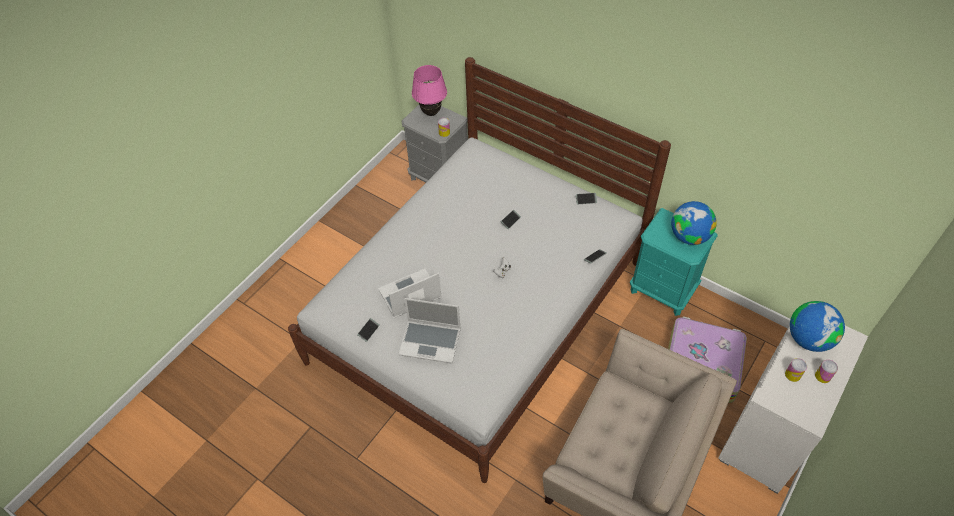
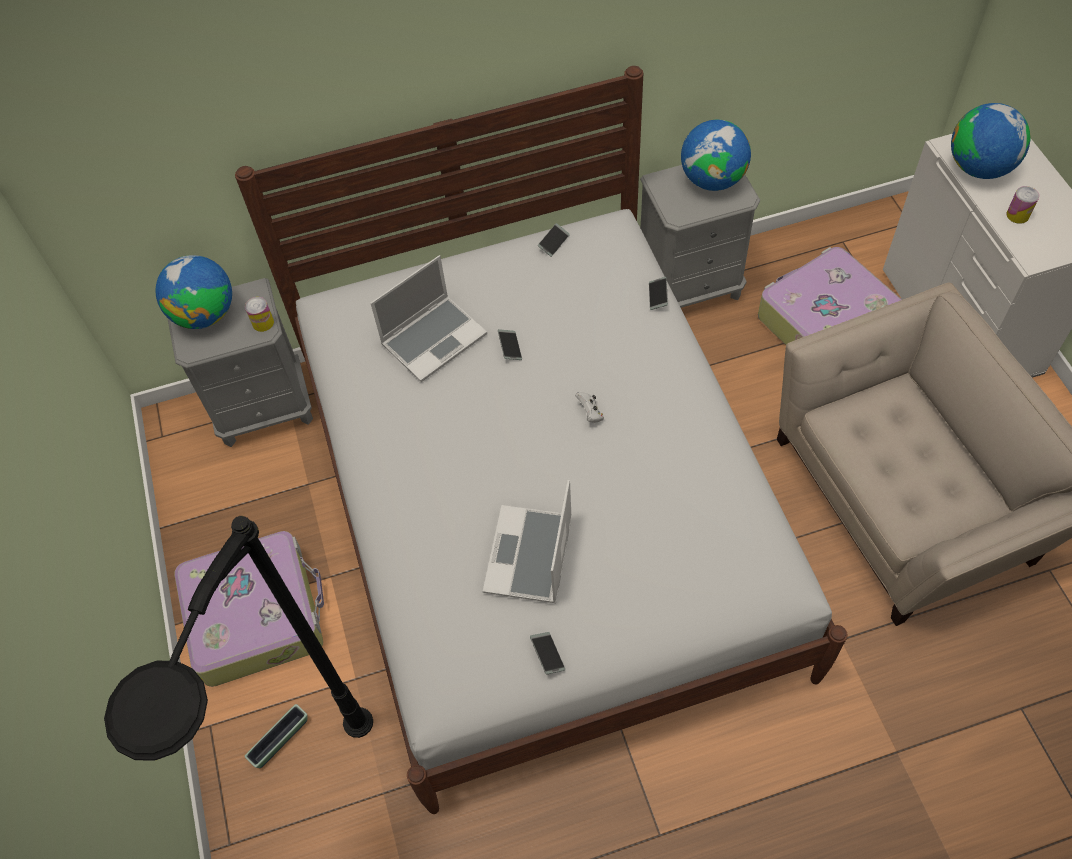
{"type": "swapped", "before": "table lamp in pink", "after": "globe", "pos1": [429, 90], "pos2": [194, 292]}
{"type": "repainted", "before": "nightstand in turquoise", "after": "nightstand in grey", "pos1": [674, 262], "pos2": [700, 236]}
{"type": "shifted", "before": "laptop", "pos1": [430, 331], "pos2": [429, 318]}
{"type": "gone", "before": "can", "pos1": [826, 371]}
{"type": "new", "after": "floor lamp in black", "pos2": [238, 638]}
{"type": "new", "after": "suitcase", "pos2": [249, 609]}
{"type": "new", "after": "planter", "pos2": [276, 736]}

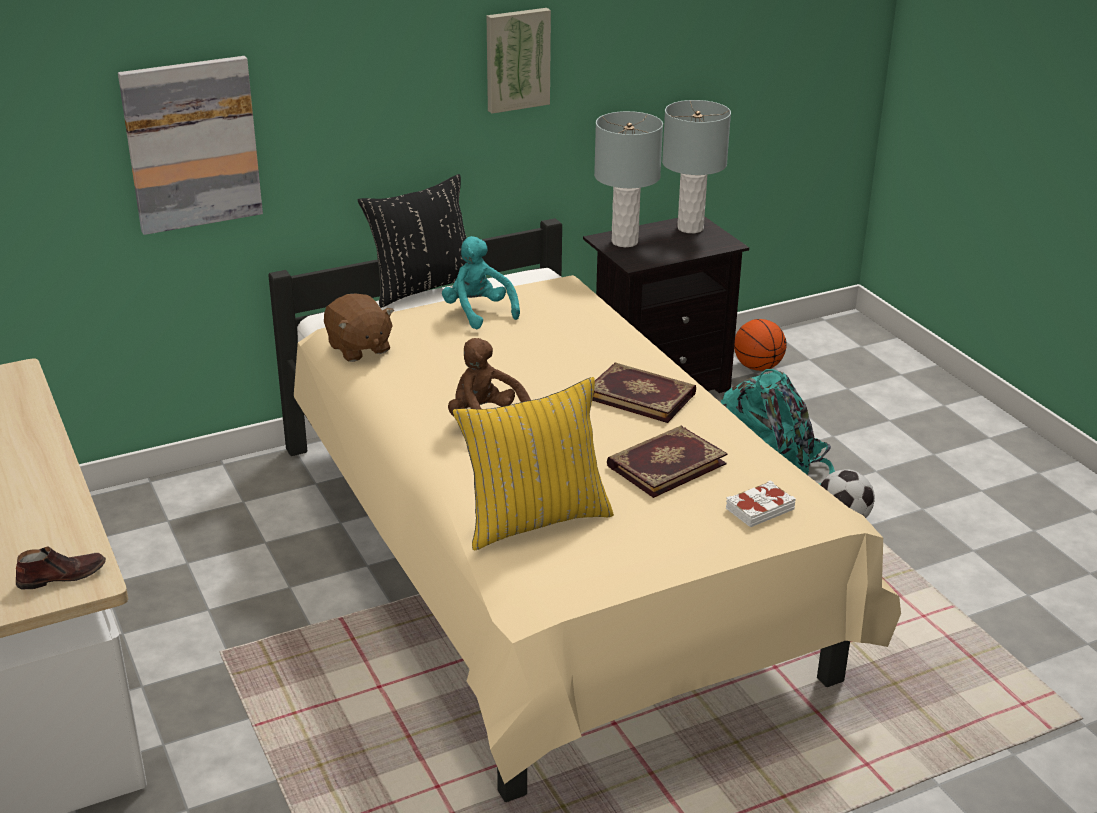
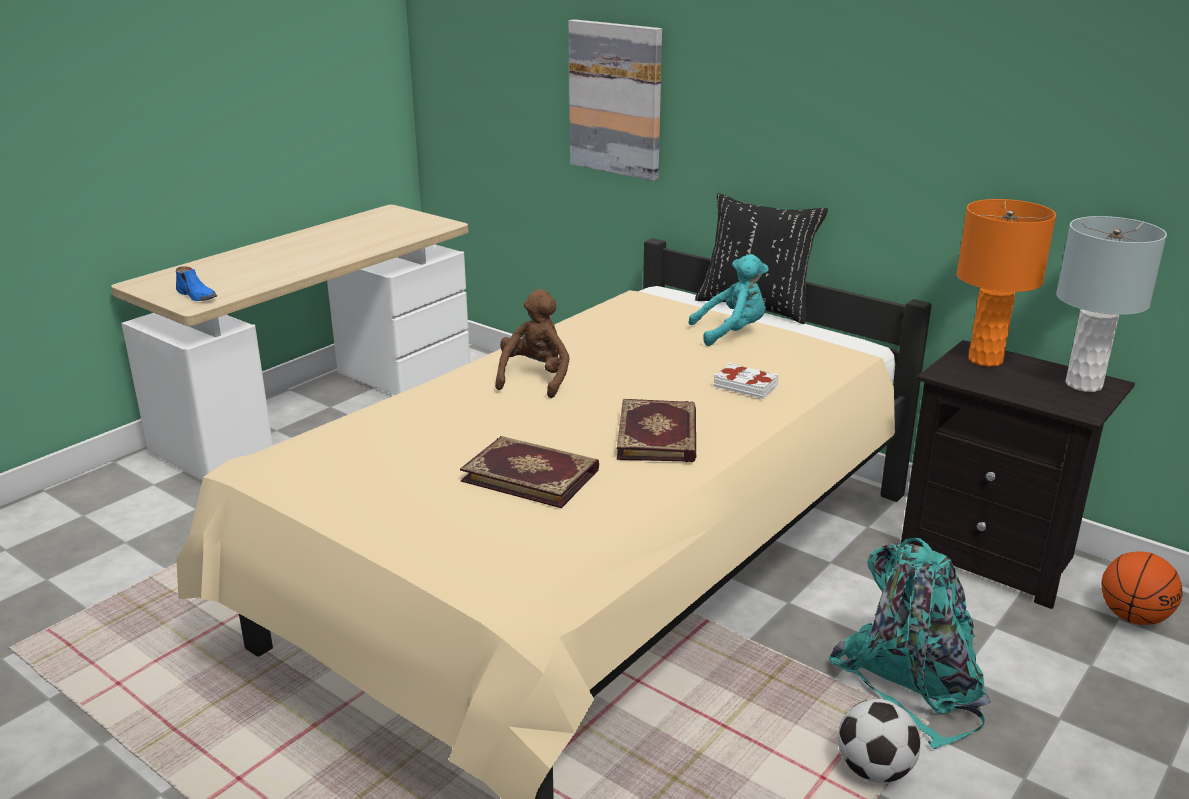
{"type": "gone", "before": "picture", "pos1": [519, 61]}
{"type": "repainted", "before": "table lamp in grey", "after": "table lamp in orange", "pos1": [628, 179], "pos2": [1006, 283]}
{"type": "rotated", "before": "plush toy in turquoise", "pos1": [481, 282], "pos2": [728, 300], "turn": 45}
{"type": "gone", "before": "plush toy in brown", "pos1": [359, 327]}
{"type": "gone", "before": "pillow in yellow", "pos1": [533, 463]}
{"type": "shifted", "before": "book in white", "pos1": [761, 503], "pos2": [746, 380]}
{"type": "repainted", "before": "shoe in brown", "after": "shoe in blue", "pos1": [61, 568], "pos2": [196, 283]}

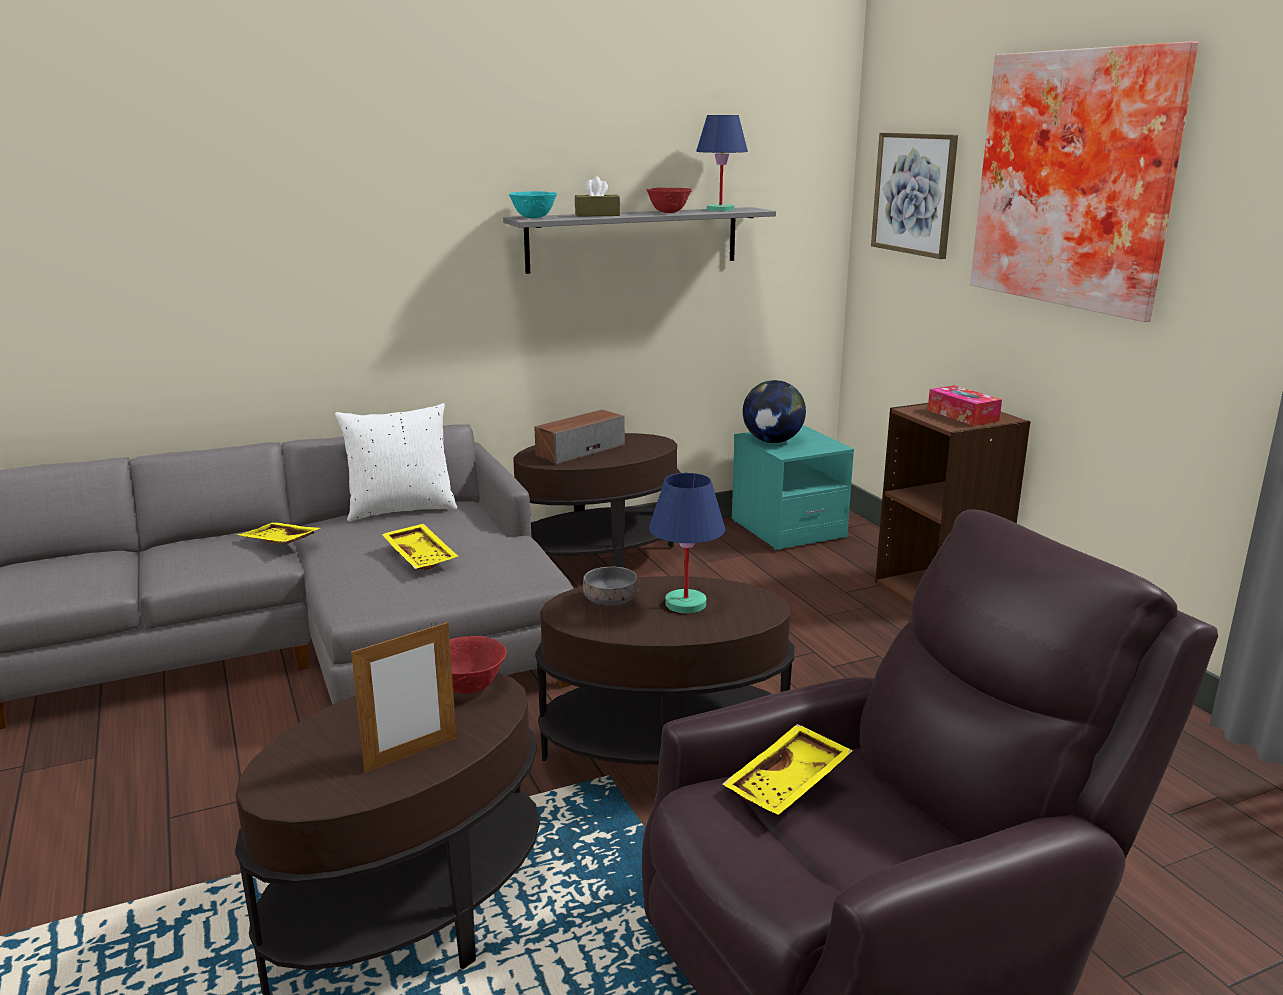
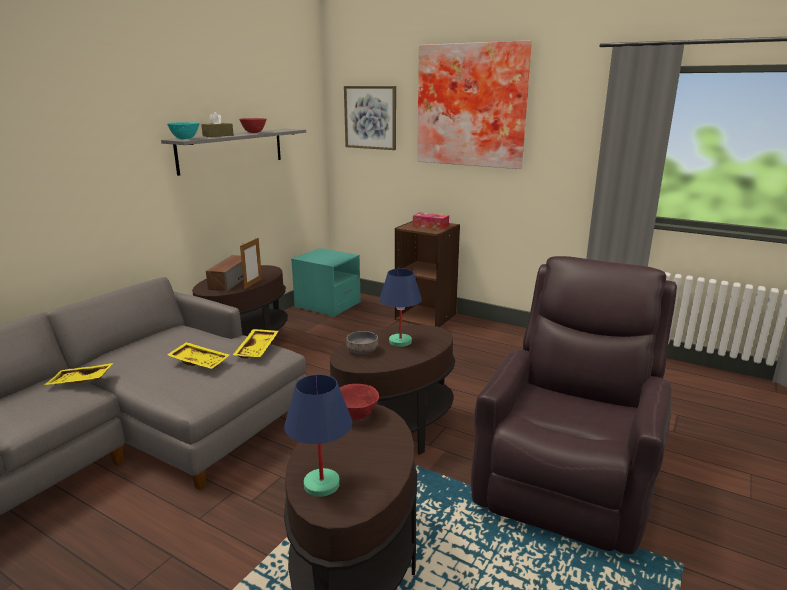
{"type": "shifted", "before": "table lamp in blue", "pos1": [722, 163], "pos2": [318, 435]}
{"type": "gone", "before": "globe", "pos1": [774, 411]}
{"type": "gone", "before": "pillow in white", "pos1": [396, 462]}
{"type": "shifted", "before": "picture frame", "pos1": [404, 697], "pos2": [251, 263]}
{"type": "shifted", "before": "tray in yellow", "pos1": [787, 769], "pos2": [256, 344]}

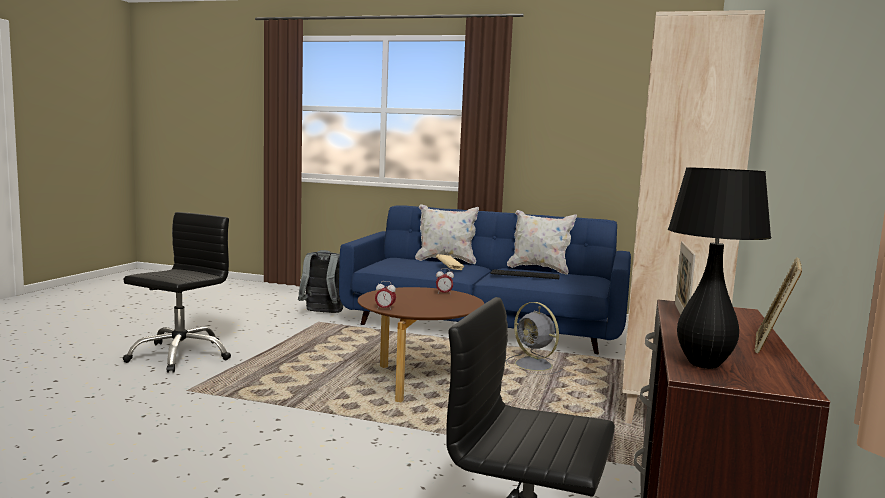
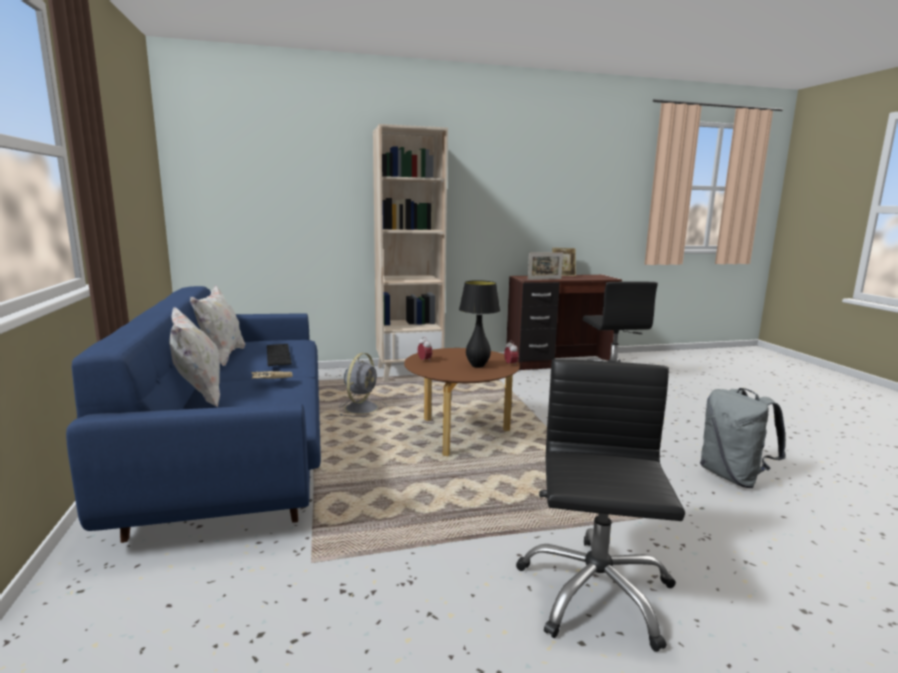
{"type": "shifted", "before": "table lamp in black", "pos1": [719, 268], "pos2": [479, 324]}
{"type": "rotated", "before": "office chair in black", "pos1": [177, 292], "pos2": [600, 505], "turn": 105}
{"type": "shifted", "before": "backpack in grey", "pos1": [320, 281], "pos2": [743, 438]}

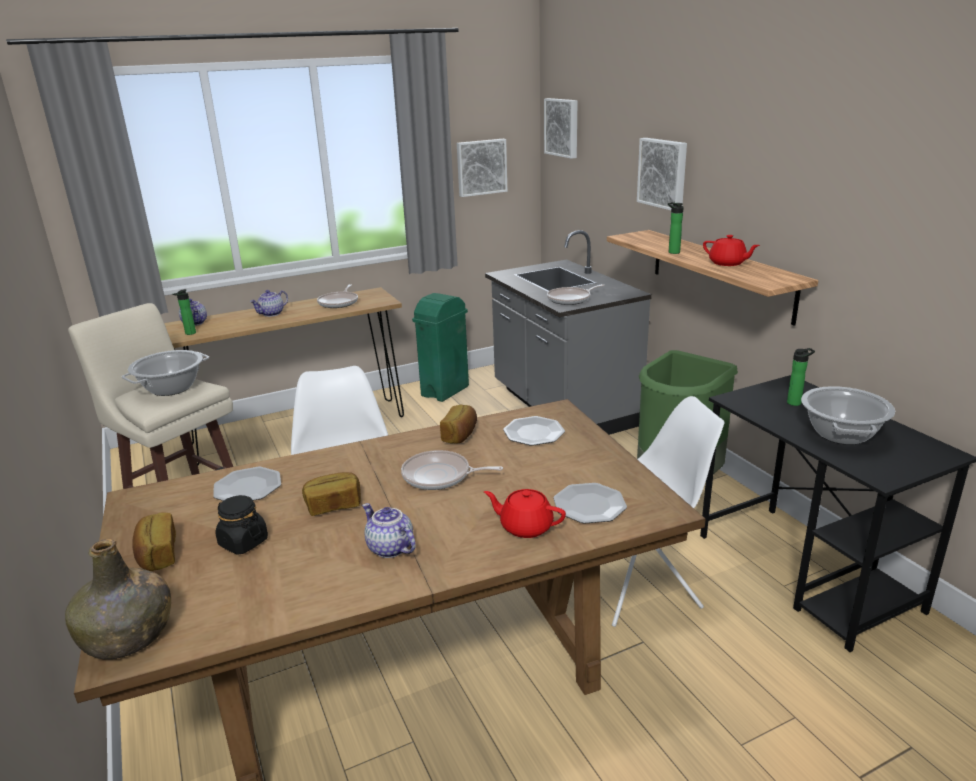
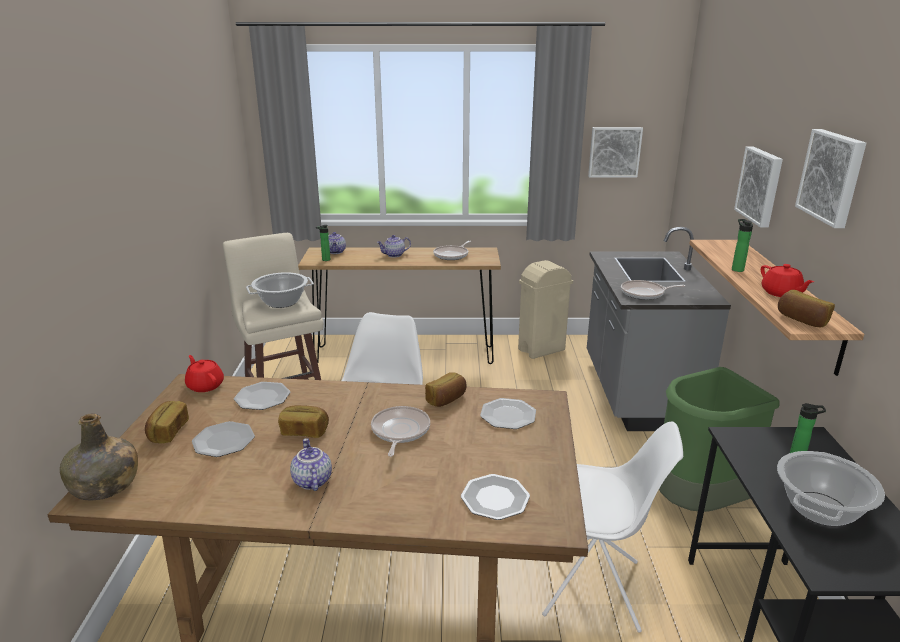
{"type": "shifted", "before": "picture", "pos1": [561, 128], "pos2": [830, 178]}
{"type": "repainted", "before": "trash can in green", "after": "trash can in beige", "pos1": [440, 347], "pos2": [545, 309]}
{"type": "rotated", "before": "frying pan", "pos1": [452, 470], "pos2": [400, 431], "turn": 60}
{"type": "shifted", "before": "teapot in red", "pos1": [525, 513], "pos2": [204, 373]}
{"type": "swapped", "before": "jar in black", "after": "plate", "pos1": [241, 525], "pos2": [223, 439]}
{"type": "new", "after": "bread", "pos2": [806, 309]}

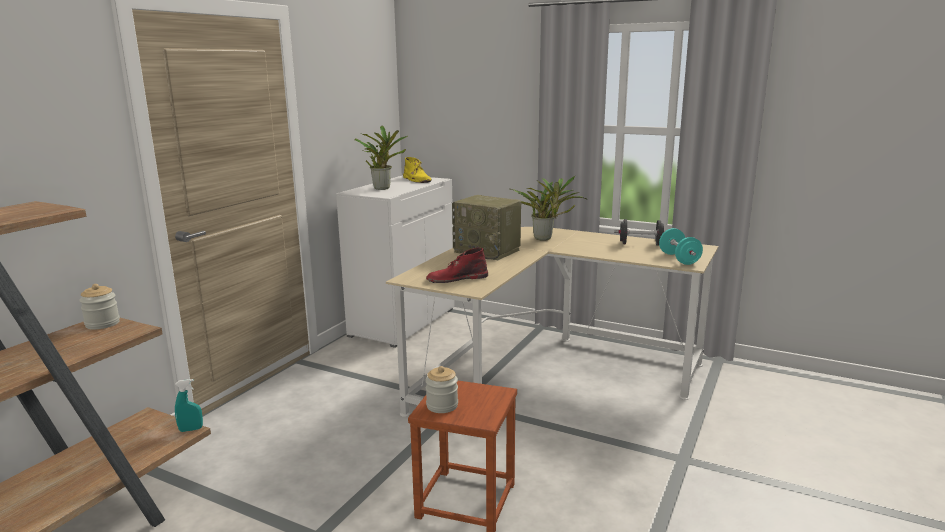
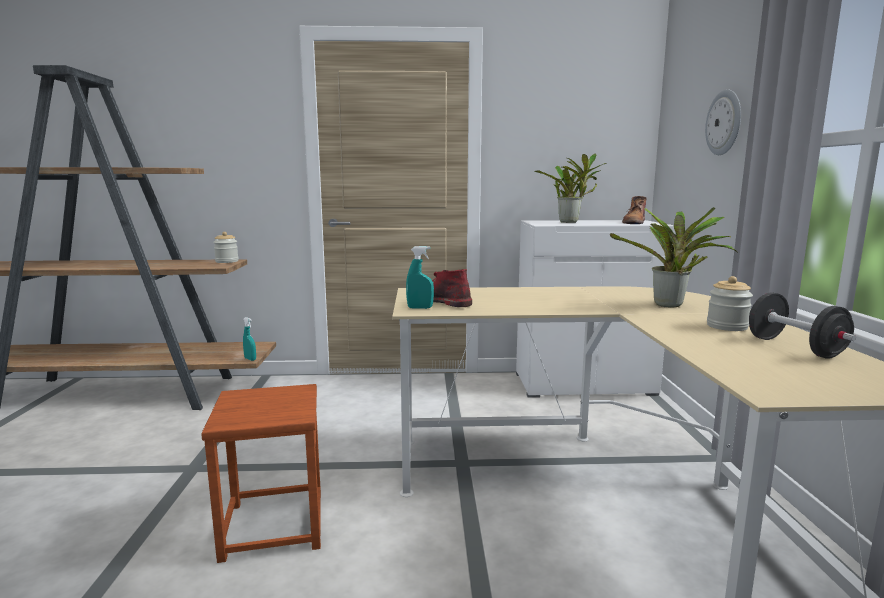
{"type": "repainted", "before": "boot in yellow", "after": "boot in brown", "pos1": [417, 170], "pos2": [634, 210]}
{"type": "gone", "before": "radio", "pos1": [486, 227]}
{"type": "gone", "before": "dumbbell in turquoise", "pos1": [681, 246]}
{"type": "shifted", "before": "jar", "pos1": [441, 389], "pos2": [730, 303]}
{"type": "new", "after": "wall clock", "pos2": [723, 122]}
{"type": "new", "after": "spray bottle in turquoise", "pos2": [420, 277]}

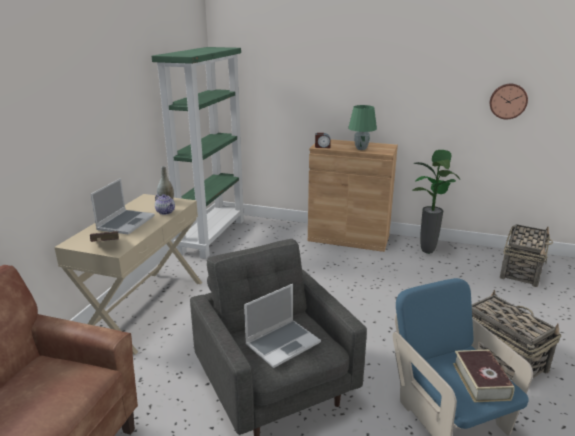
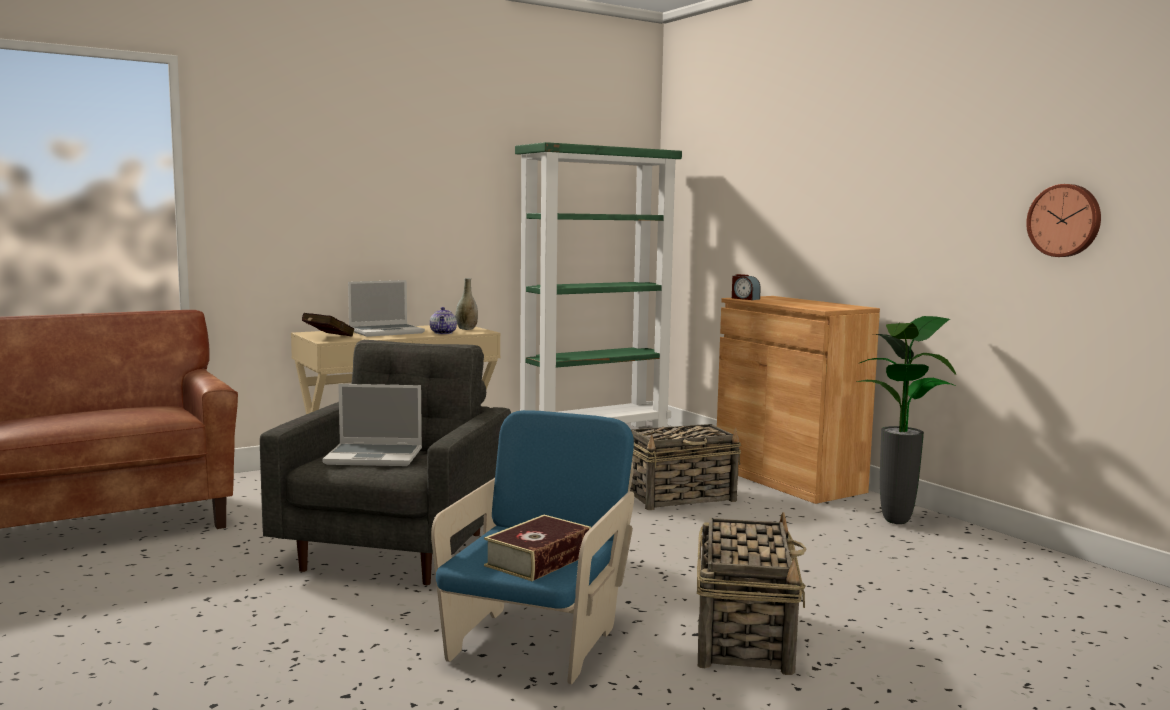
{"type": "gone", "before": "table lamp in green", "pos1": [362, 127]}
{"type": "shifted", "before": "basket", "pos1": [526, 255], "pos2": [685, 467]}

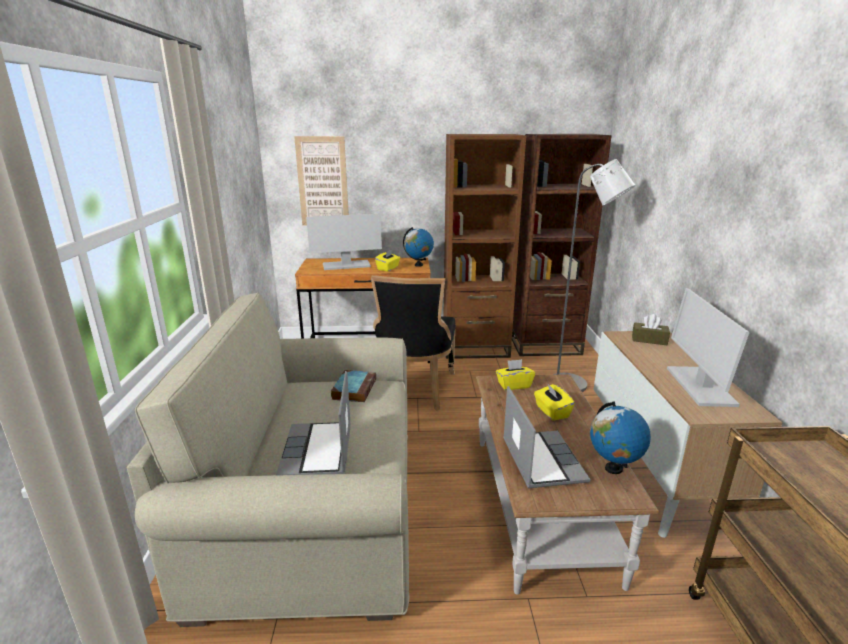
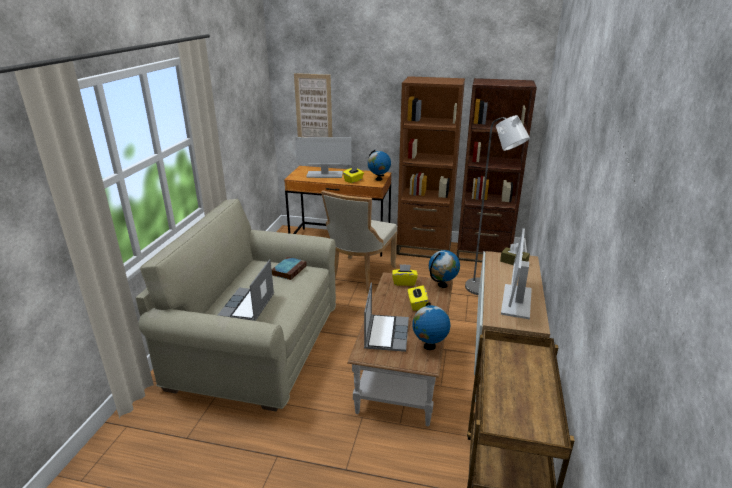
{"type": "repainted", "before": "chair in black", "after": "chair in beige", "pos1": [413, 343], "pos2": [359, 241]}
{"type": "new", "after": "globe", "pos2": [444, 269]}

